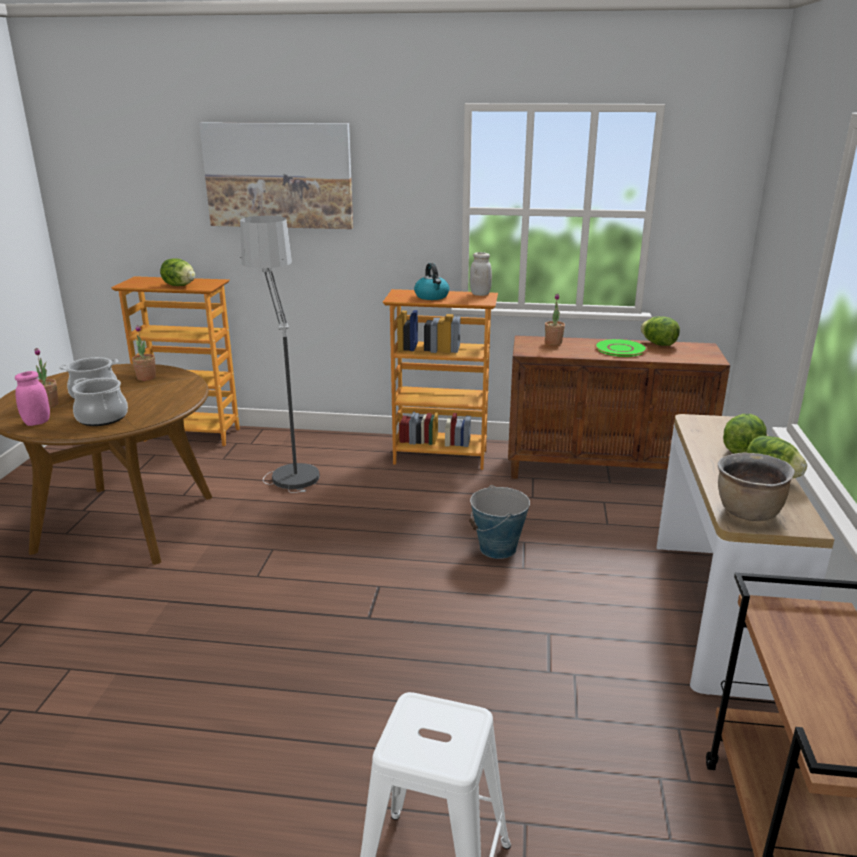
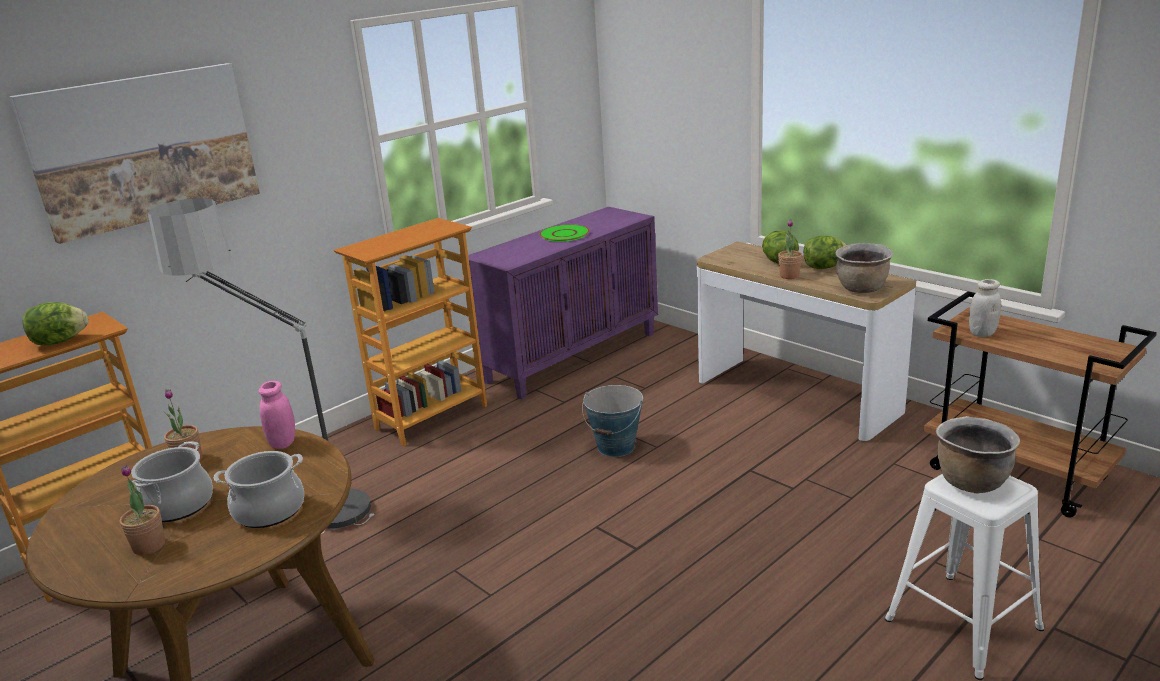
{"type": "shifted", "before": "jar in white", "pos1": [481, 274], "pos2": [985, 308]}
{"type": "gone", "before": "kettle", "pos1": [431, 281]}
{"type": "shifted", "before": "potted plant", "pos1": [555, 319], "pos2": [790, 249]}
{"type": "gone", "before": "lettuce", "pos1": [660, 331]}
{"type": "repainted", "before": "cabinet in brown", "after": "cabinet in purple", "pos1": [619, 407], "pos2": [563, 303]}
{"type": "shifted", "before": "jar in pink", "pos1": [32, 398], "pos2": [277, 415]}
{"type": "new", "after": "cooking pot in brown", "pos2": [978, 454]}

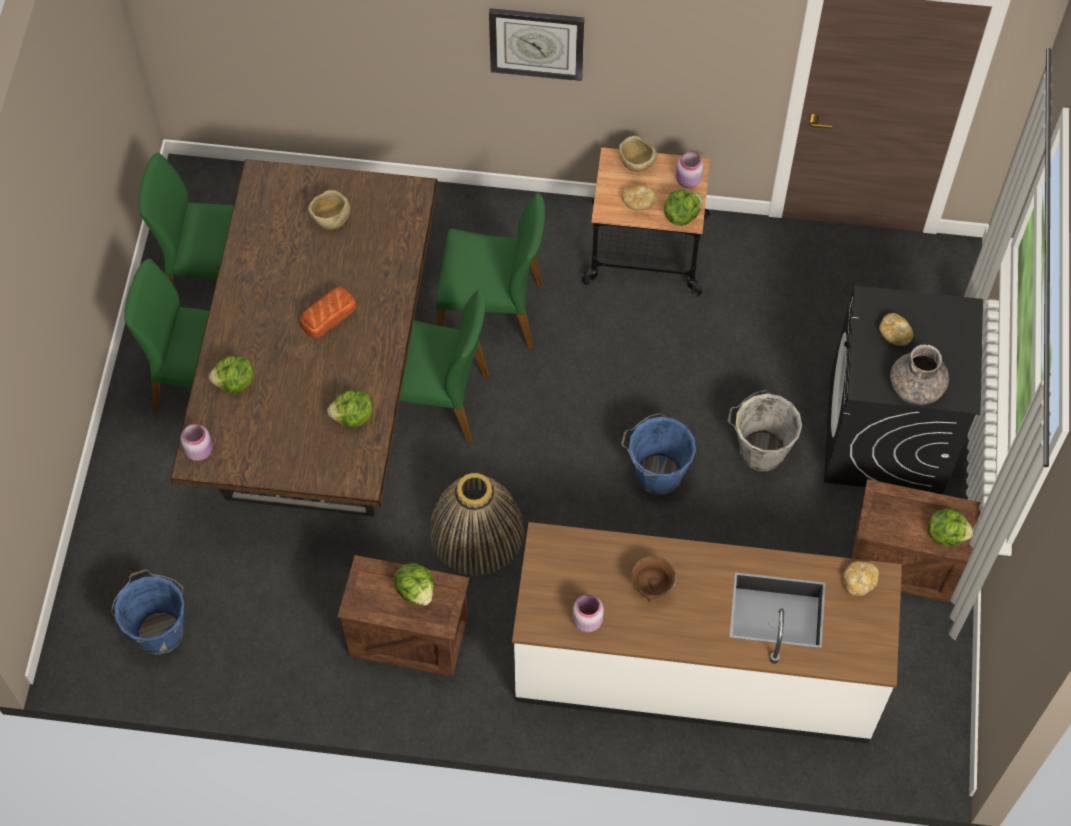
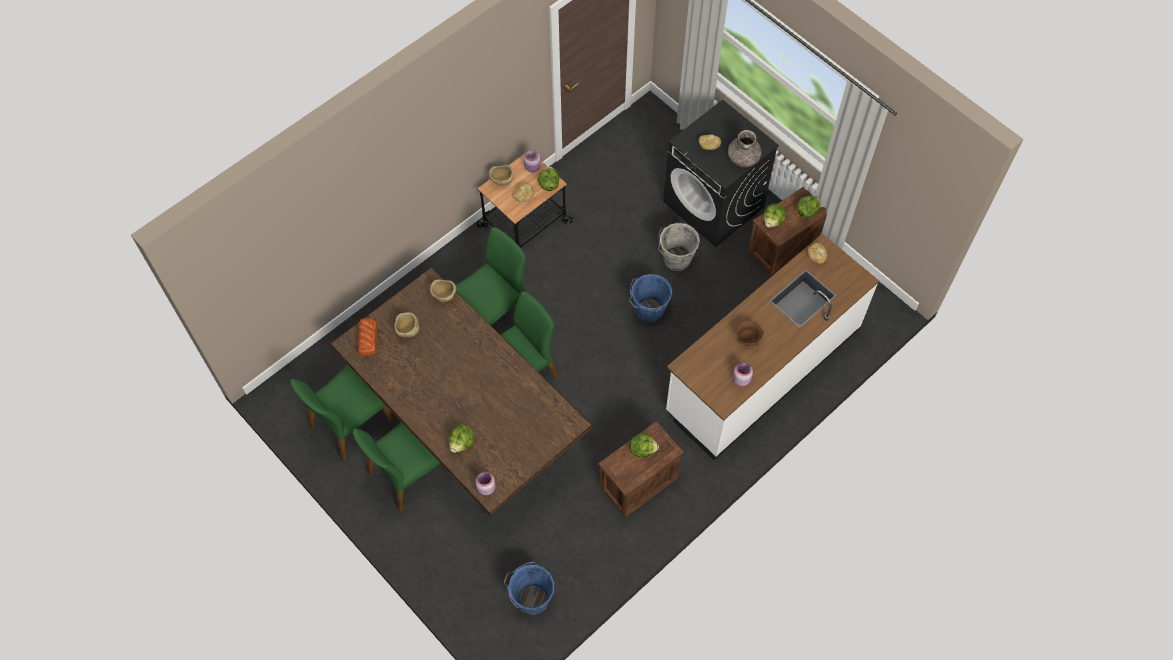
{"type": "gone", "before": "wall clock", "pos1": [536, 44]}
{"type": "shifted", "before": "bread", "pos1": [328, 312], "pos2": [367, 337]}
{"type": "shifted", "before": "lettuce", "pos1": [350, 408], "pos2": [775, 216]}
{"type": "gone", "before": "basket", "pos1": [477, 524]}
{"type": "new", "after": "bowl in beige", "pos2": [442, 290]}

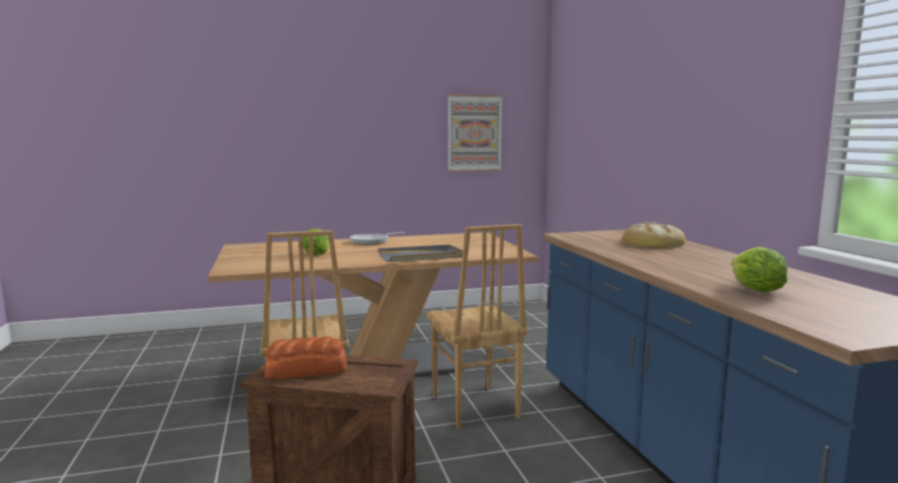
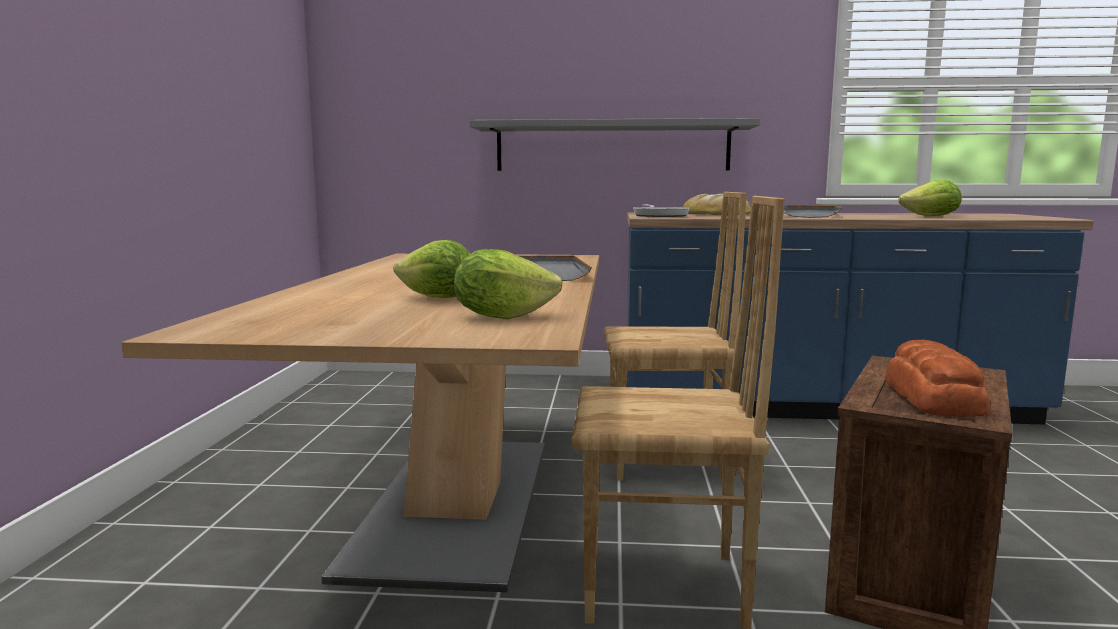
{"type": "gone", "before": "picture", "pos1": [475, 133]}
{"type": "shifted", "before": "frying pan", "pos1": [377, 238], "pos2": [661, 210]}
{"type": "new", "after": "shelf in grey", "pos2": [615, 144]}
{"type": "new", "after": "tray in grey", "pos2": [813, 211]}
{"type": "new", "after": "lettuce", "pos2": [508, 284]}

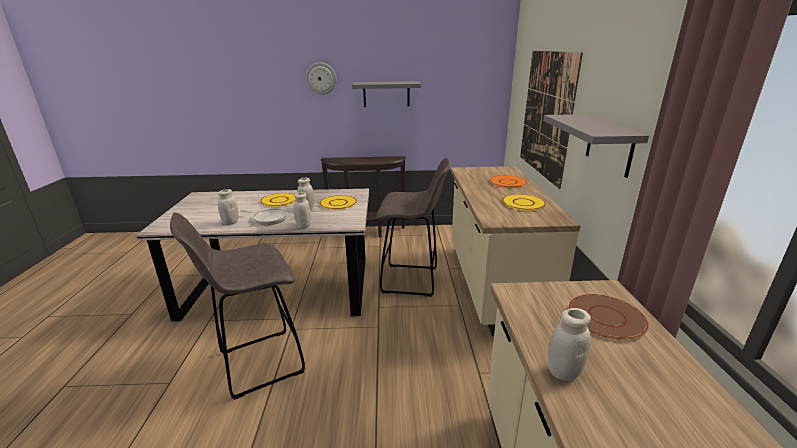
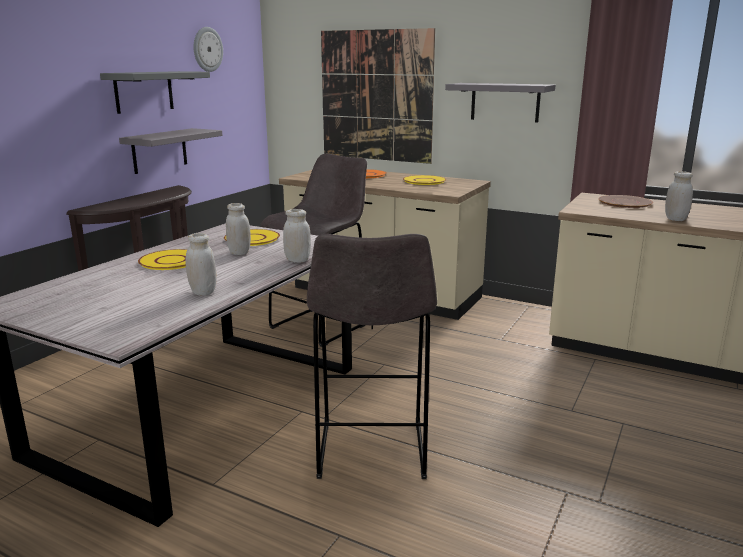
{"type": "shifted", "before": "wall clock", "pos1": [321, 78], "pos2": [208, 49]}
{"type": "gone", "before": "frying pan", "pos1": [264, 217]}
{"type": "new", "after": "shelf in grey", "pos2": [171, 151]}

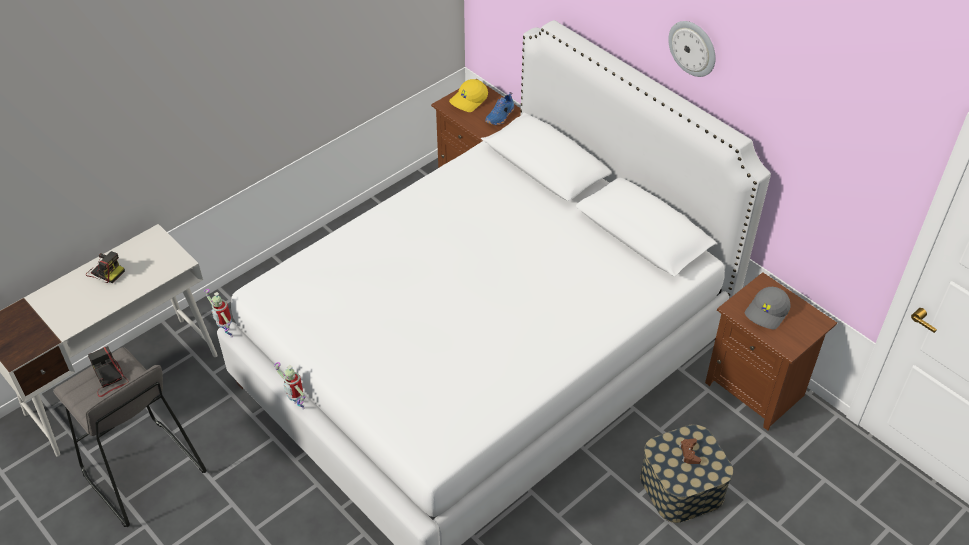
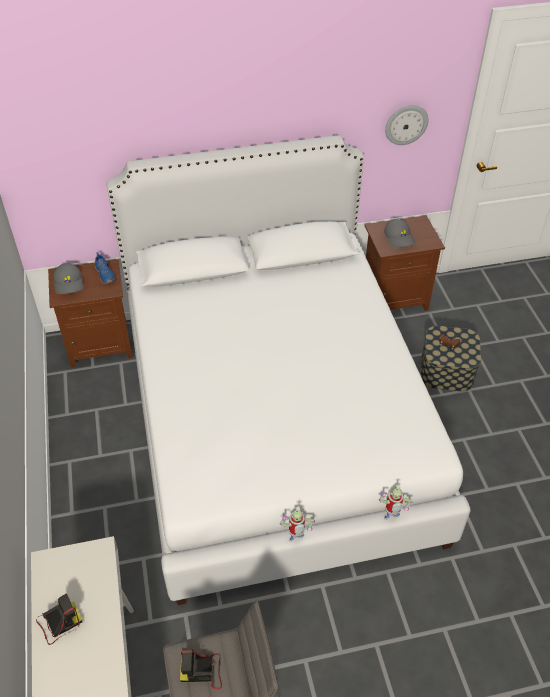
{"type": "shifted", "before": "wall clock", "pos1": [692, 49], "pos2": [407, 125]}
{"type": "repainted", "before": "cap in yellow", "after": "cap in grey", "pos1": [468, 95], "pos2": [68, 278]}
{"type": "shifted", "before": "toy robot", "pos1": [218, 313], "pos2": [395, 502]}

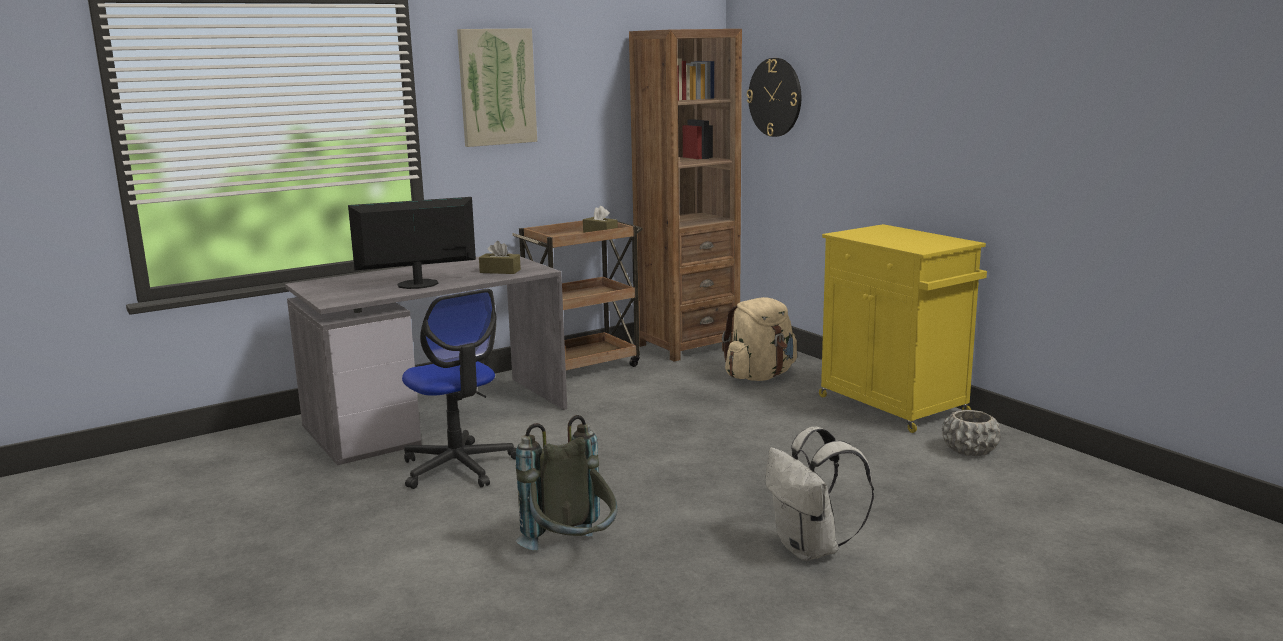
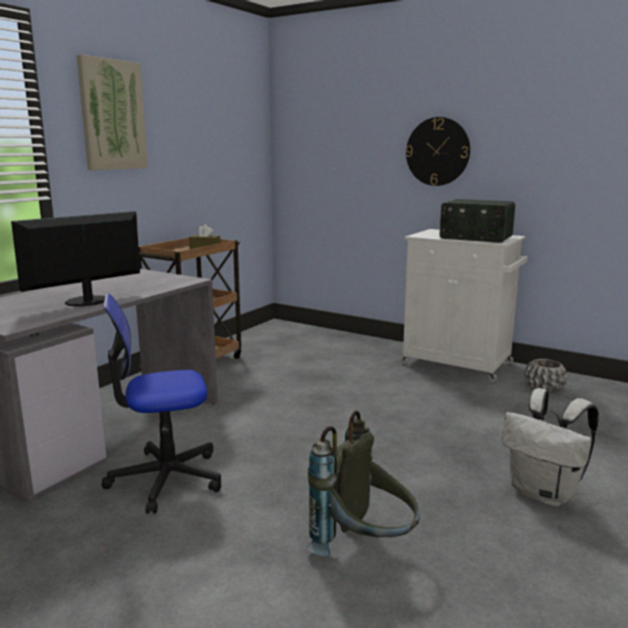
{"type": "gone", "before": "bookcase in brown", "pos1": [685, 195]}
{"type": "shifted", "before": "wall clock", "pos1": [774, 97], "pos2": [438, 151]}
{"type": "repainted", "before": "cabinet in yellow", "after": "cabinet in white", "pos1": [903, 328], "pos2": [464, 305]}
{"type": "gone", "before": "tissue box in brown", "pos1": [500, 257]}
{"type": "rotated", "before": "office chair", "pos1": [459, 389], "pos2": [161, 403], "turn": 135}
{"type": "gone", "before": "backpack in beige", "pos1": [759, 339]}
{"type": "new", "after": "radio", "pos2": [477, 221]}

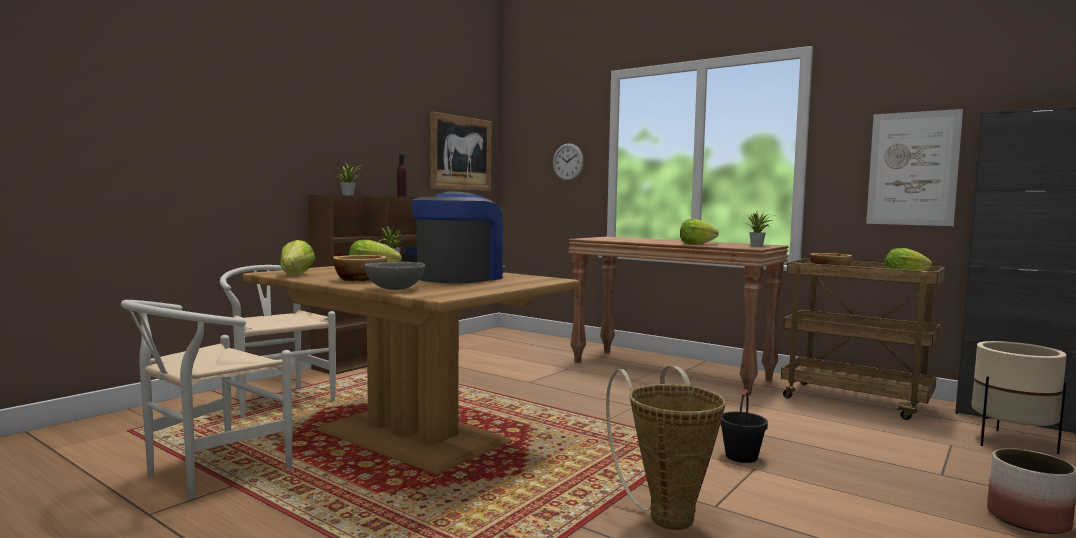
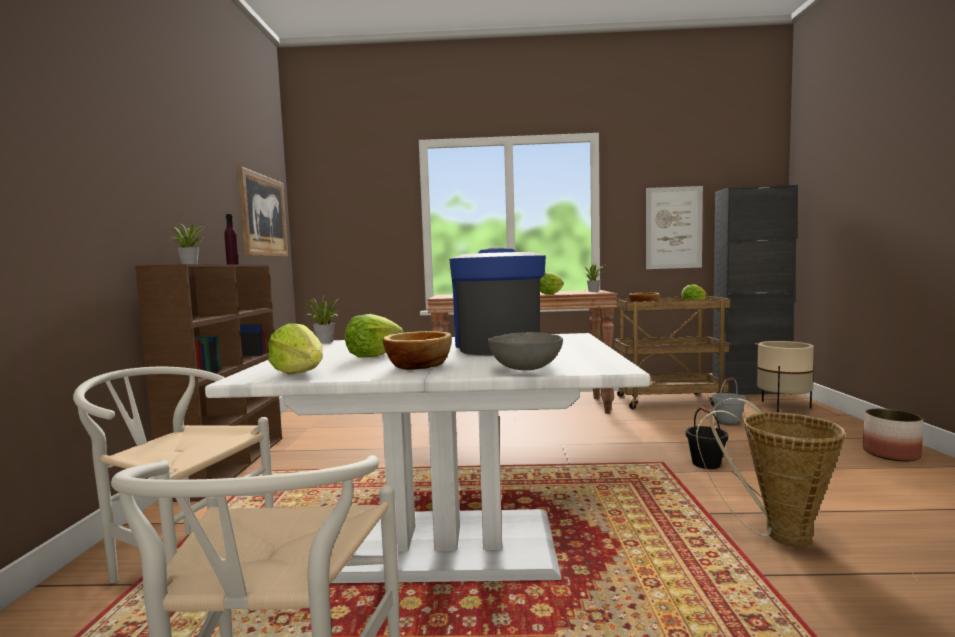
{"type": "gone", "before": "wall clock", "pos1": [568, 162]}
{"type": "repainted", "before": "dining table in brown", "after": "dining table in white", "pos1": [411, 370], "pos2": [427, 458]}
{"type": "new", "after": "bucket in grey", "pos2": [729, 401]}

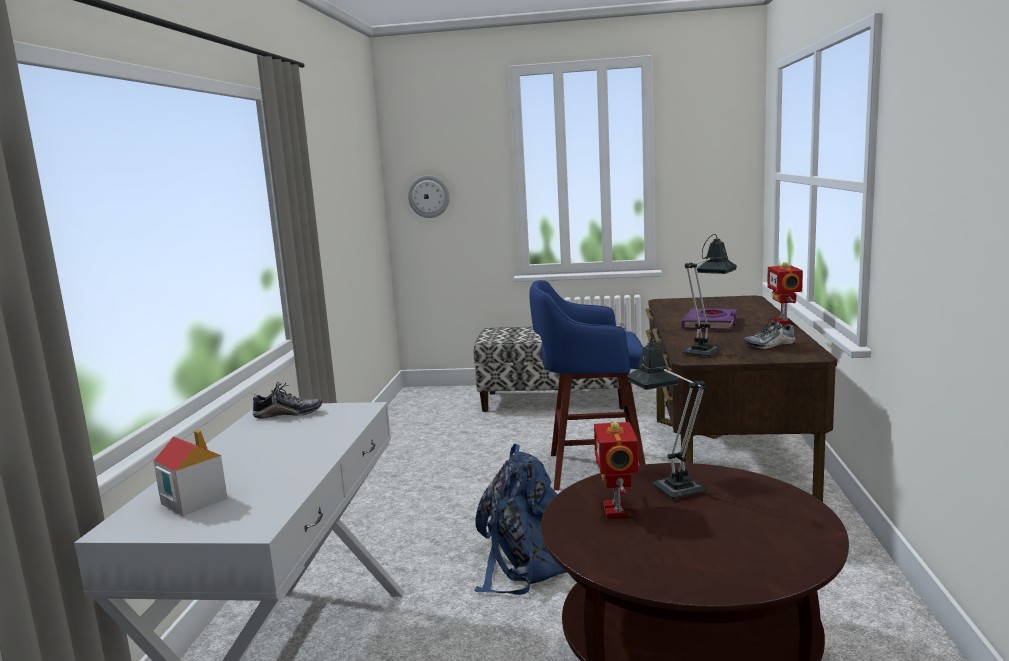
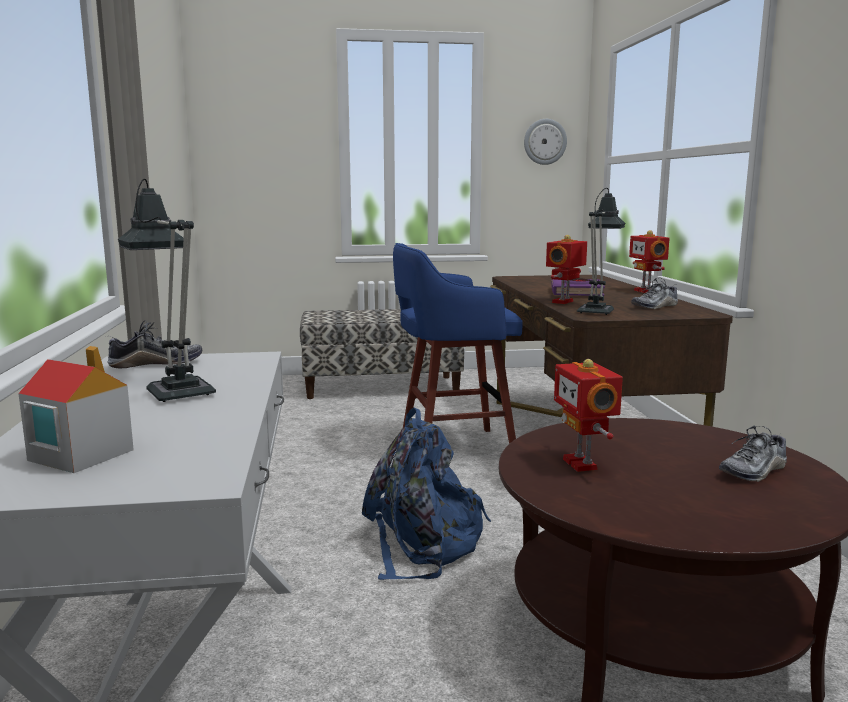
{"type": "shifted", "before": "wall clock", "pos1": [429, 196], "pos2": [545, 142]}
{"type": "shifted", "before": "table lamp", "pos1": [666, 418], "pos2": [167, 290]}
{"type": "new", "after": "toy robot", "pos2": [566, 269]}
{"type": "new", "after": "shoe", "pos2": [753, 453]}

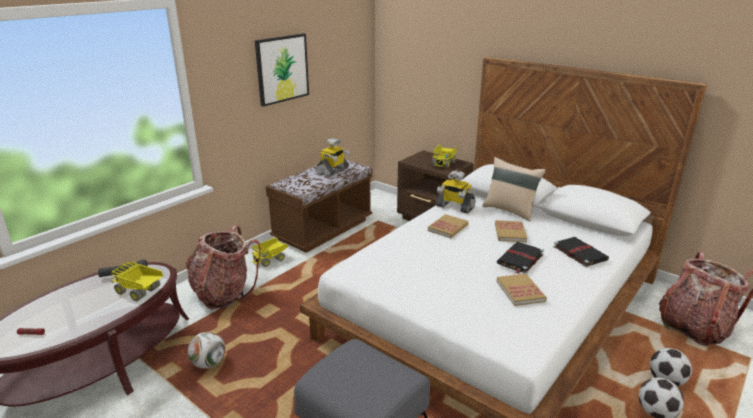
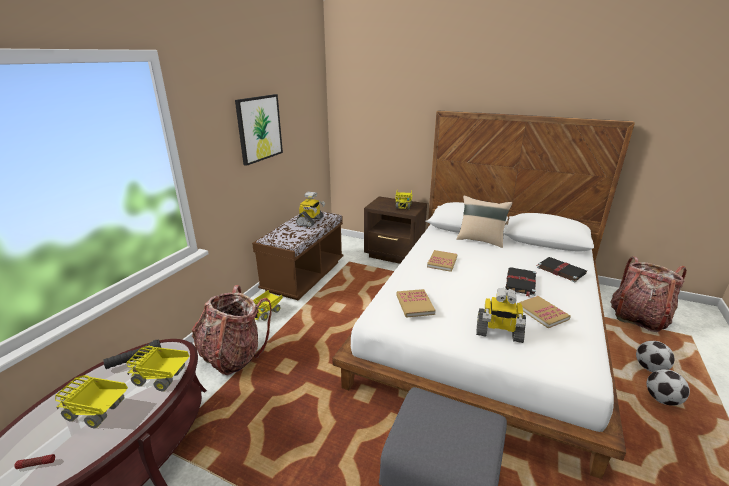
{"type": "shifted", "before": "toy robot", "pos1": [456, 192], "pos2": [501, 315]}
{"type": "shifted", "before": "book", "pos1": [511, 231], "pos2": [416, 303]}
{"type": "gone", "before": "football", "pos1": [206, 350]}
{"type": "new", "after": "toy truck", "pos2": [91, 402]}

